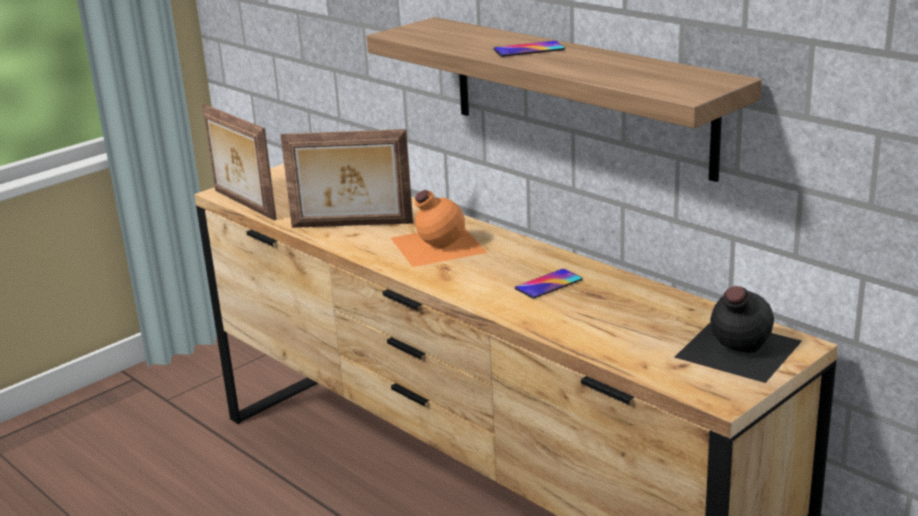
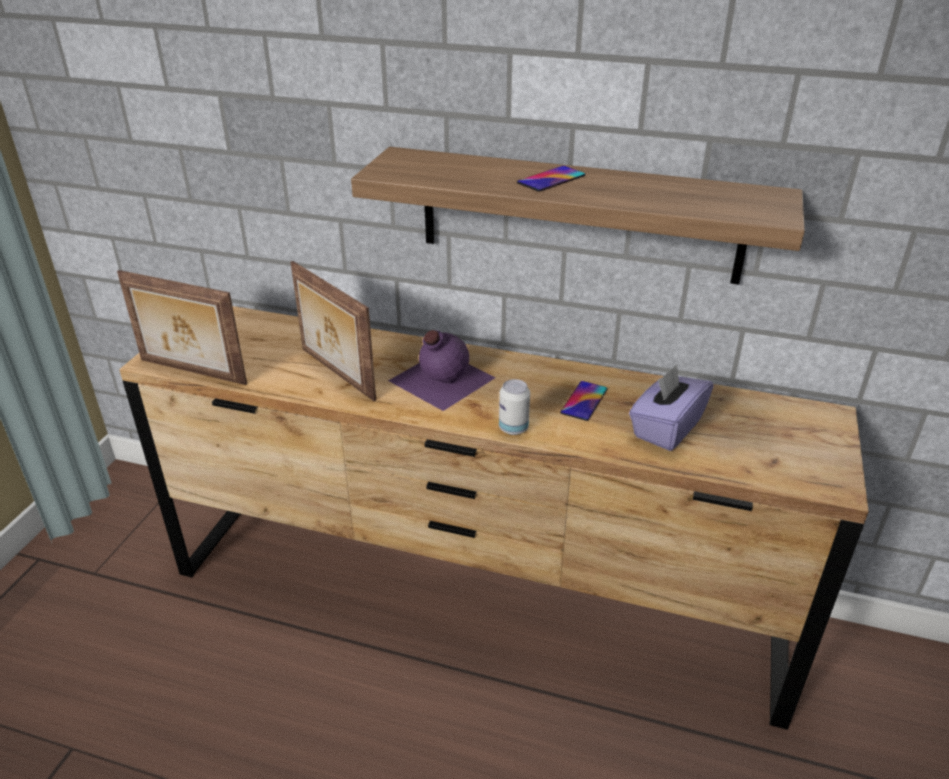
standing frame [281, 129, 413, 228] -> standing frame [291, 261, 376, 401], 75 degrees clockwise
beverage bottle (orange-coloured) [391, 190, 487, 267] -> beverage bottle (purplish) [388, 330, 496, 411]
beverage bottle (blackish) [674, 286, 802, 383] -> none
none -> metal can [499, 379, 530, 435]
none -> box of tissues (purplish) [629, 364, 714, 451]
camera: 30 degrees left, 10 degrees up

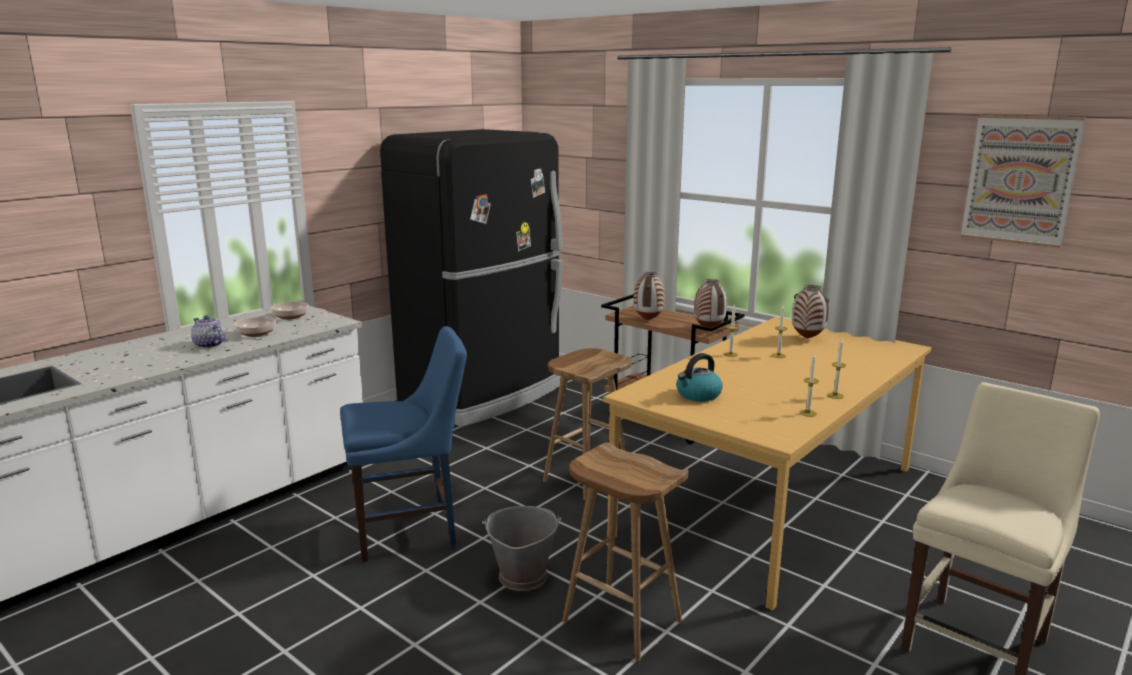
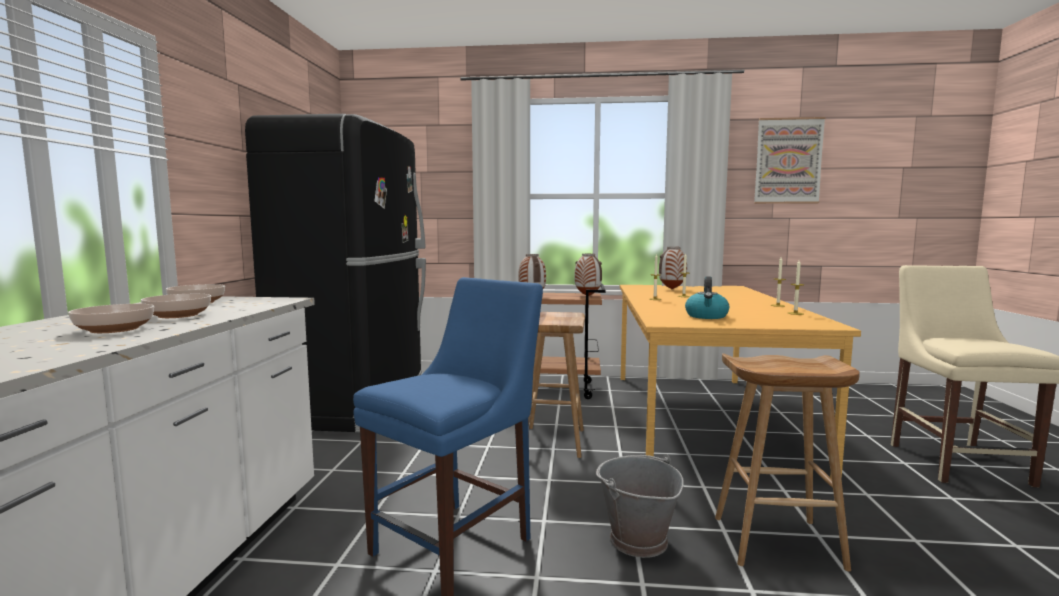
teapot [191, 315, 226, 348] -> deep dish [68, 304, 154, 333]
camera: 35 degrees left, 10 degrees down

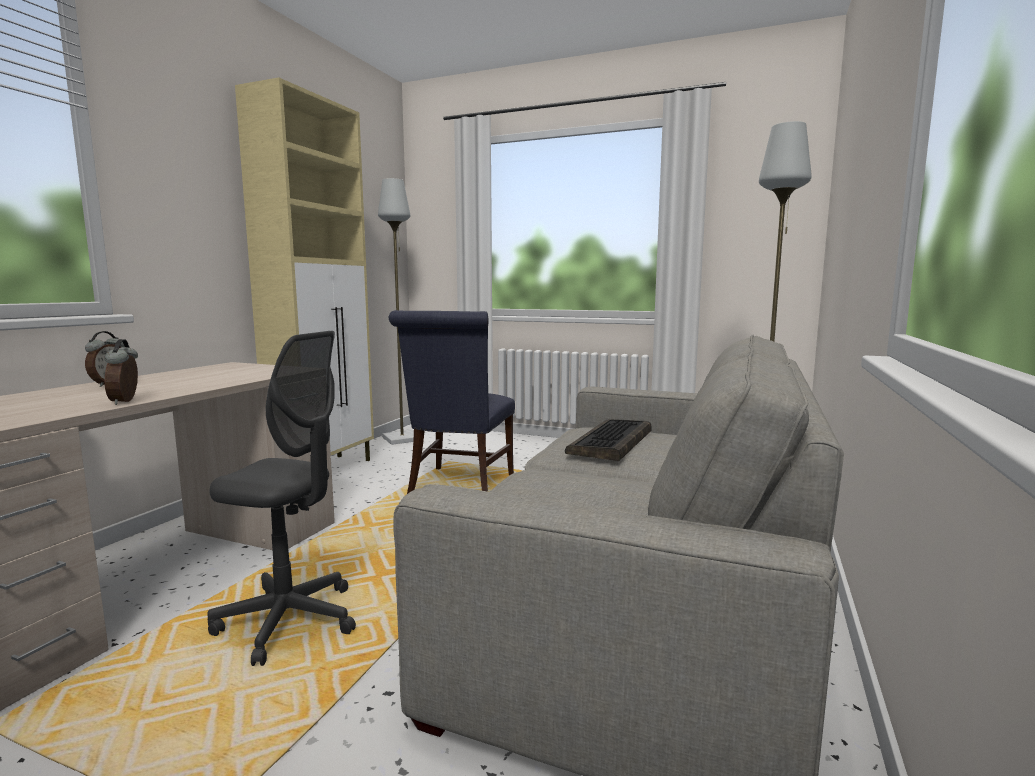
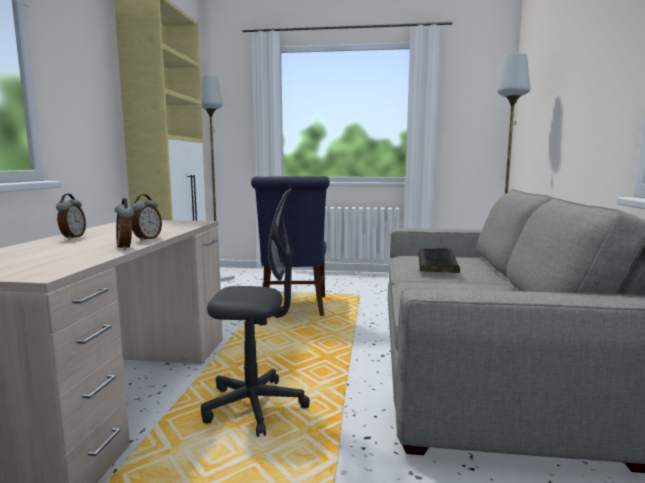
none -> alarm clock [131, 194, 162, 241]
camera: 15 degrees left, 0 degrees up

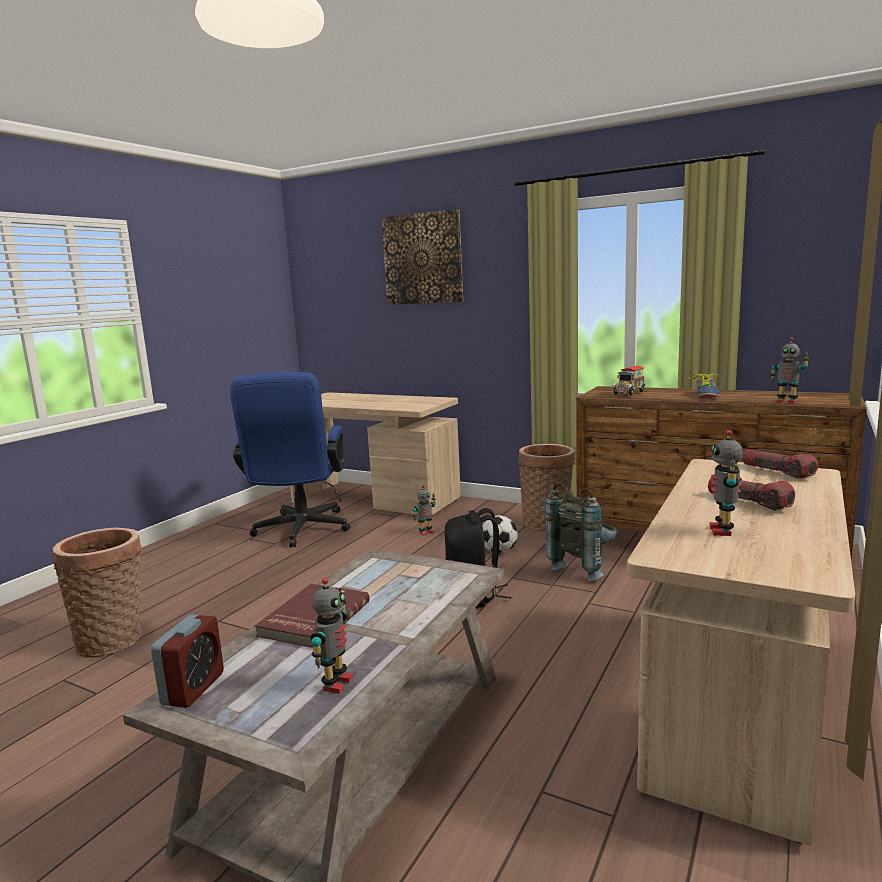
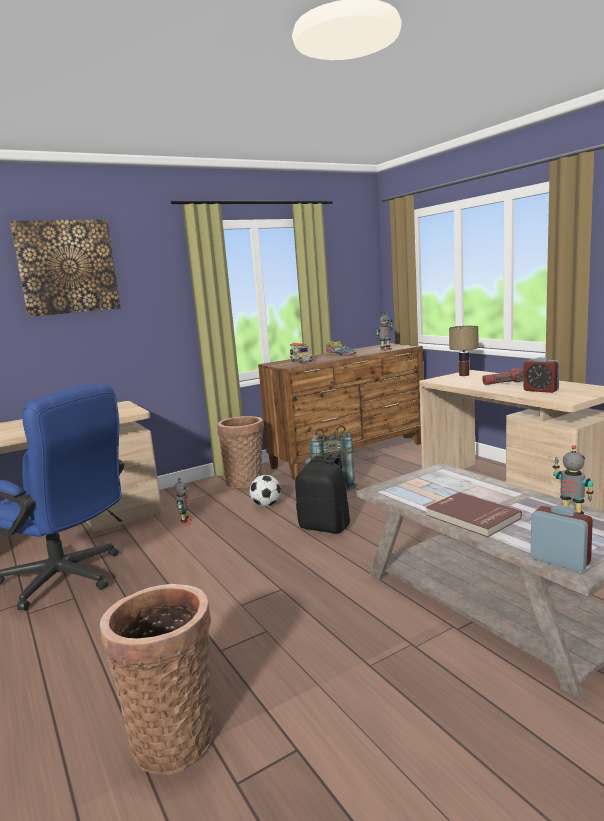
toy robot [709, 430, 743, 536] -> alarm clock [524, 357, 560, 393]
hand torch [742, 449, 818, 479] -> tabletop lamp [449, 326, 478, 376]
camera: 60 degrees left, 0 degrees up

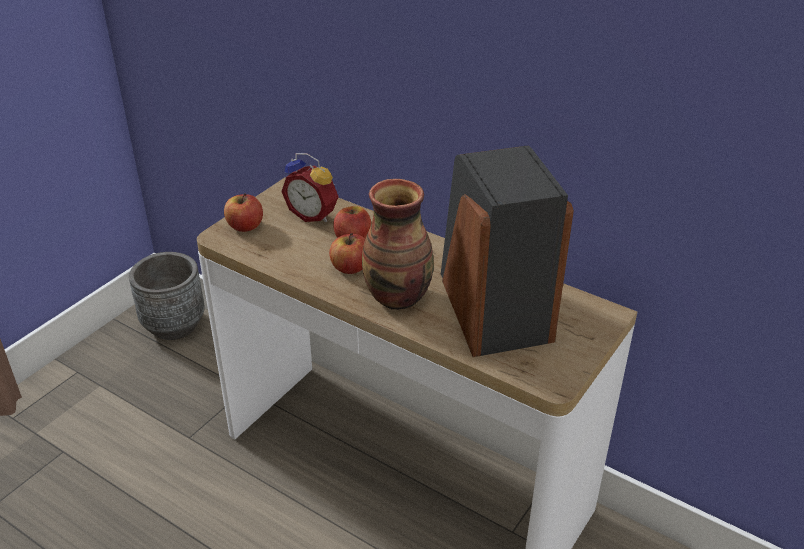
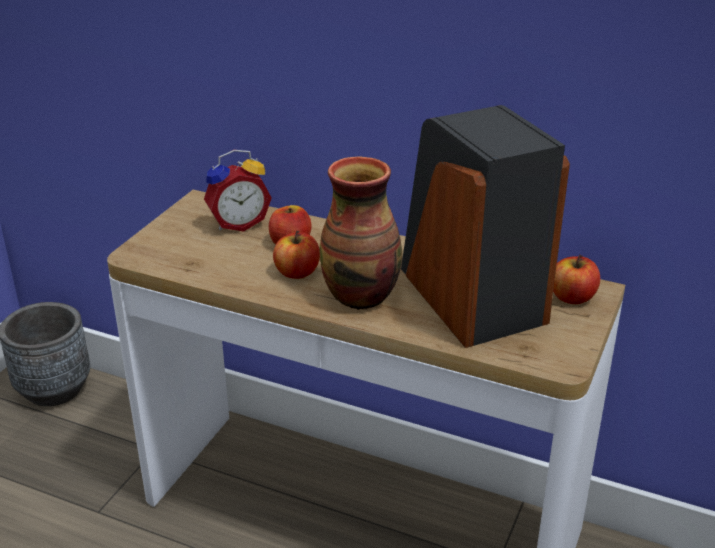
apple [224, 193, 263, 232] -> apple [553, 255, 600, 304], relocated
alarm clock [281, 153, 339, 222] -> alarm clock [204, 150, 272, 232], 45 degrees counterclockwise
camera: 10 degrees left, 5 degrees down

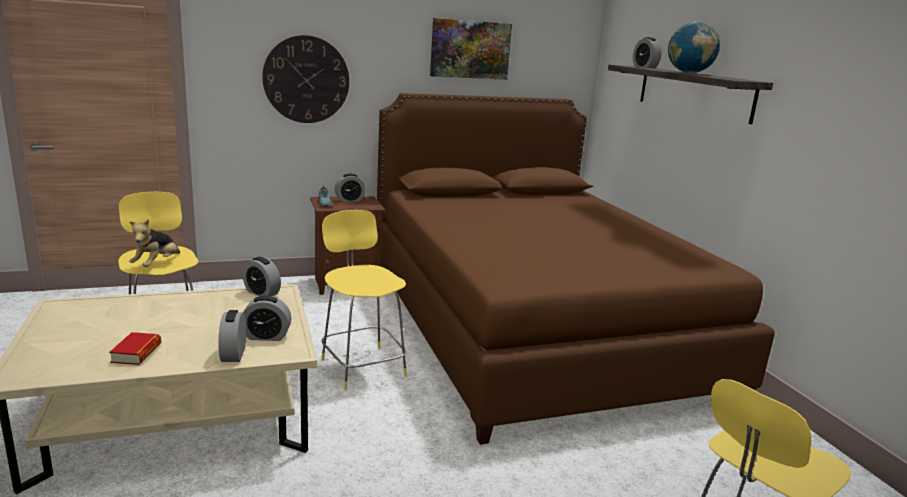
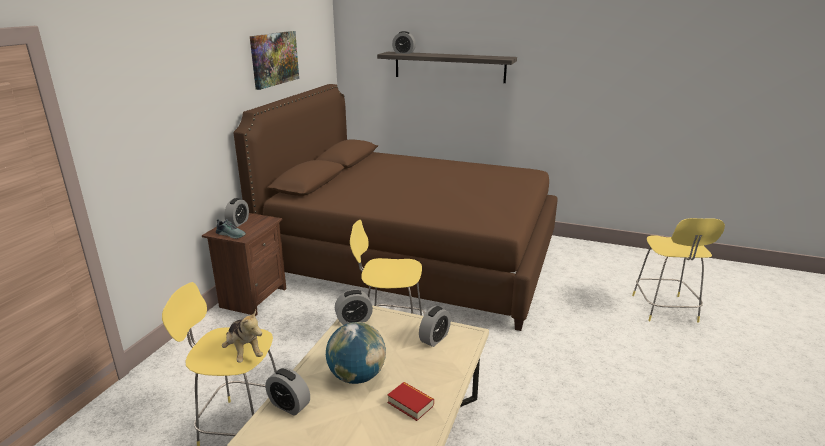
alarm clock [218, 310, 246, 362] -> alarm clock [265, 368, 310, 416], relocated
wall clock [262, 35, 349, 123] -> none
desk globe [668, 22, 720, 73] -> desk globe [326, 322, 386, 384], relocated
camera: 50 degrees left, 5 degrees up

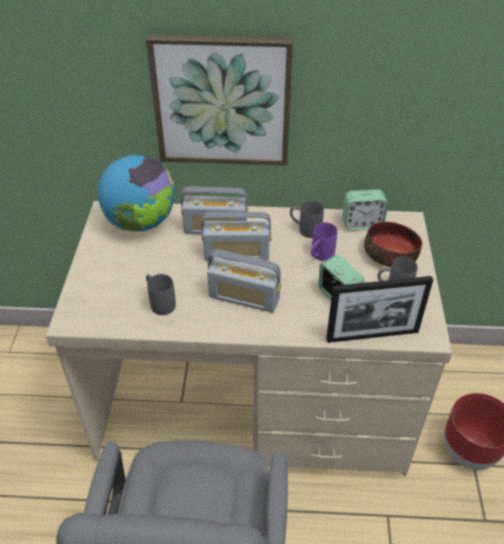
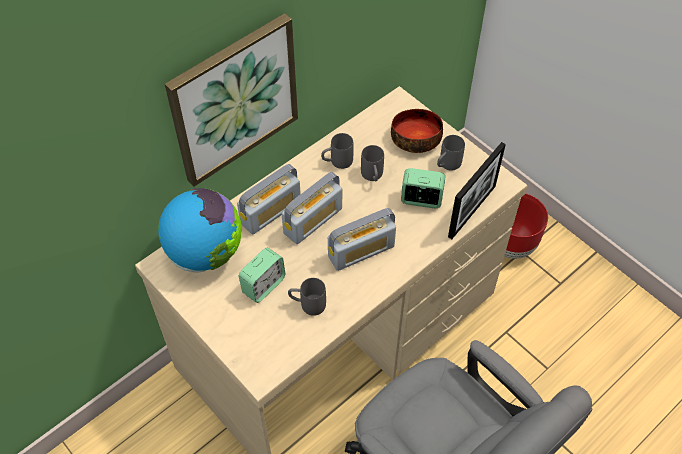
mug (purplish) [311, 222, 337, 261] -> mug (gray) [361, 145, 384, 182]
alarm clock [342, 189, 388, 231] -> alarm clock [239, 248, 285, 303], relocated
camera: 45 degrees left, 10 degrees up

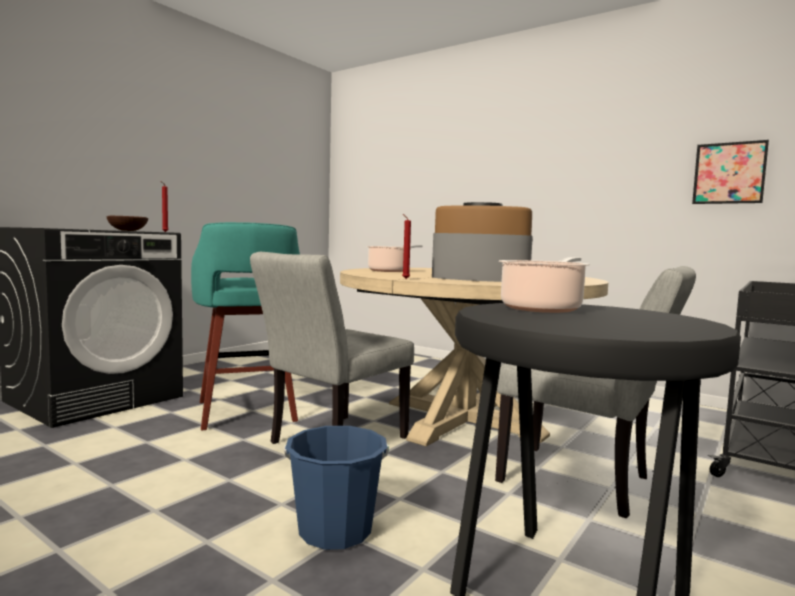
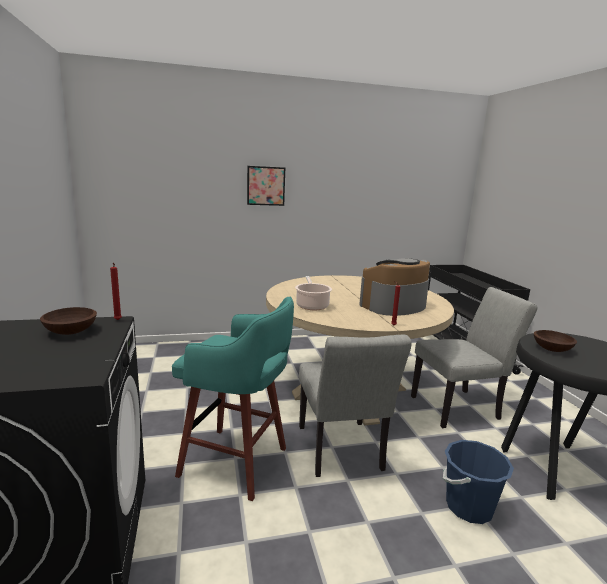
saucepot [499, 257, 590, 313] -> deep dish (brown-coloured) [534, 330, 577, 352]
wall picture [692, 140, 769, 204] -> wall picture [247, 166, 285, 206], relocated
camera: 50 degrees left, 10 degrees up

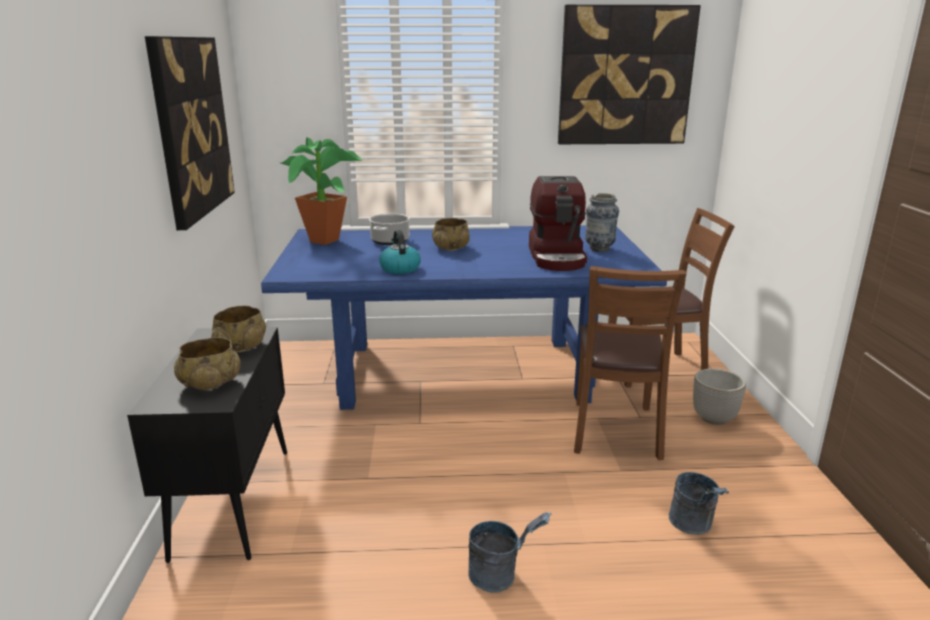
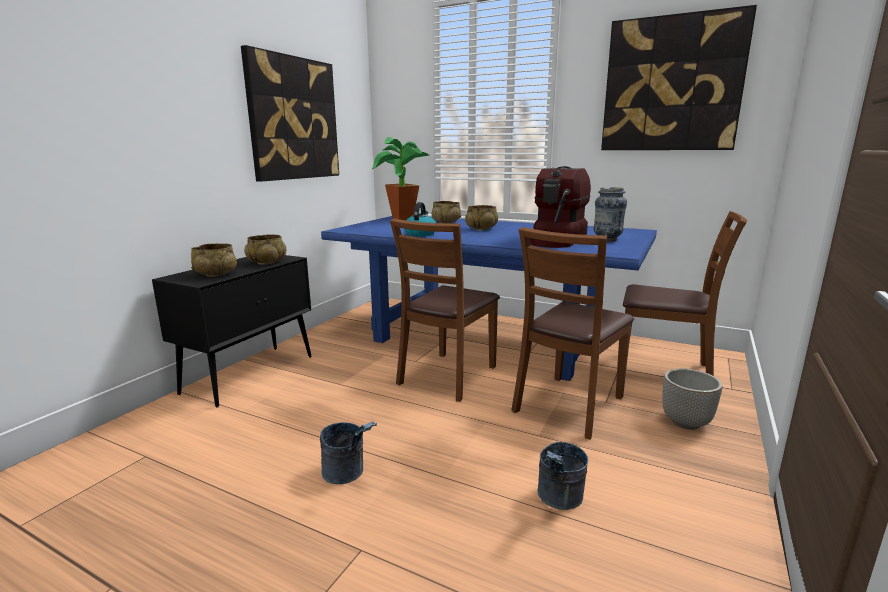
saucepot [369, 214, 410, 245] -> deep dish (sand-coloured) [432, 201, 461, 223]
none -> plain chair (brown-coloured) [390, 218, 500, 402]
camera: 30 degrees right, 5 degrees down

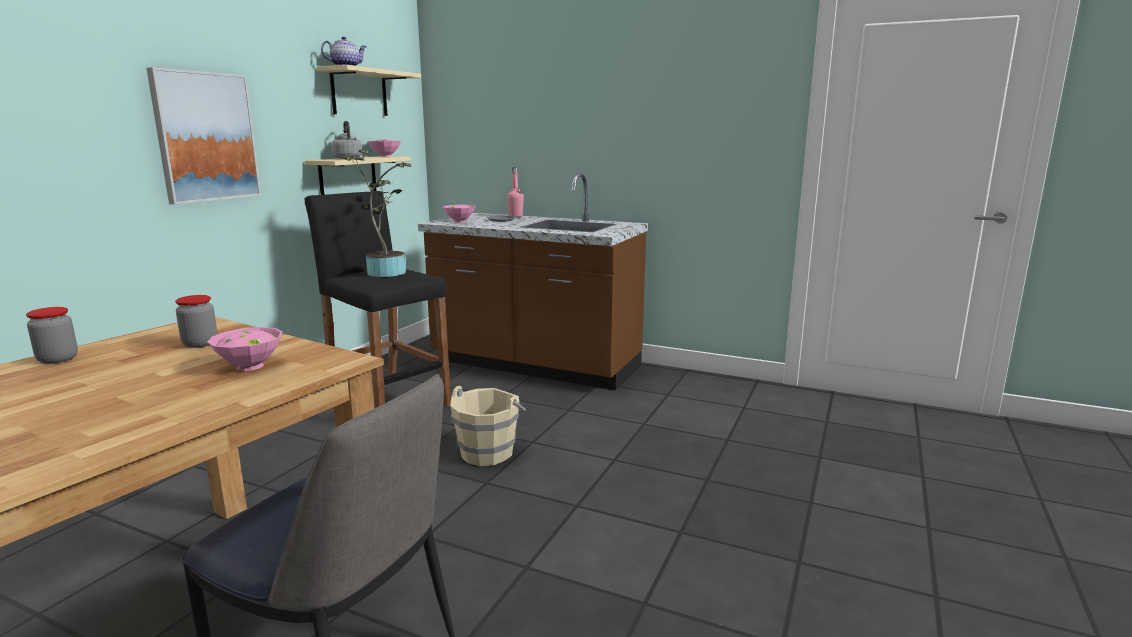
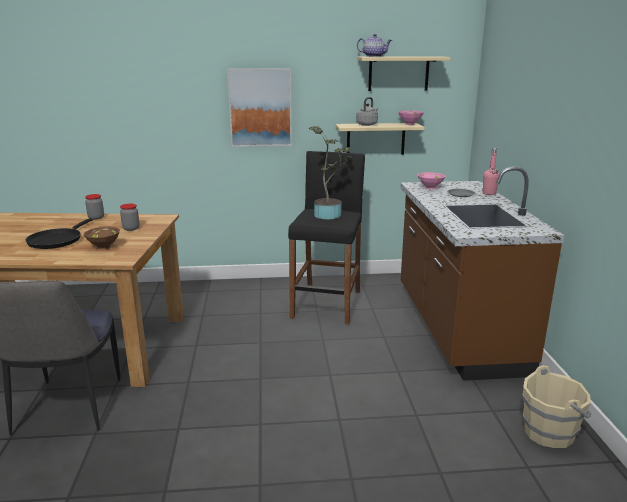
deep dish (pink-coloured) [208, 327, 283, 371] -> deep dish (brown-coloured) [84, 227, 120, 249]
bucket (sand-coloured) [450, 386, 526, 466] -> bucket (sand-coloured) [523, 365, 591, 448], relocated
none -> frying pan (blackish) [25, 218, 93, 249]
camera: 60 degrees right, 5 degrees up

